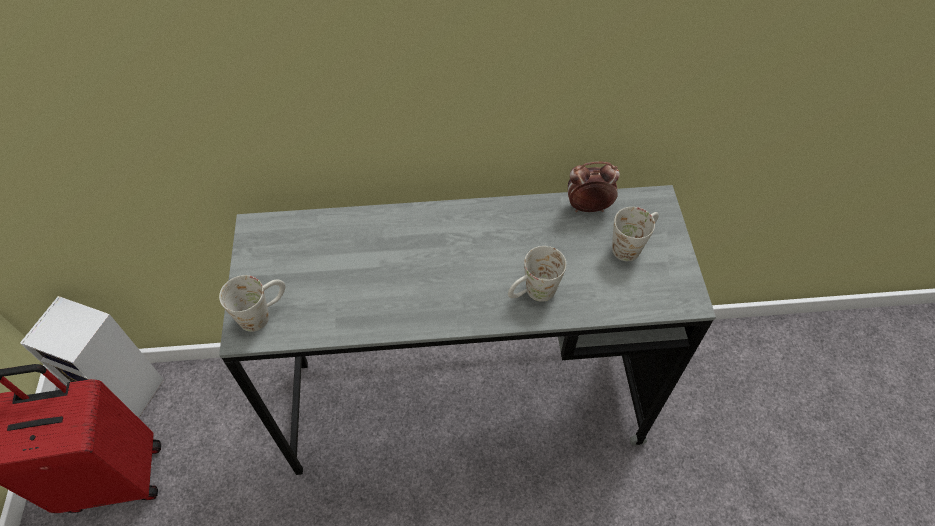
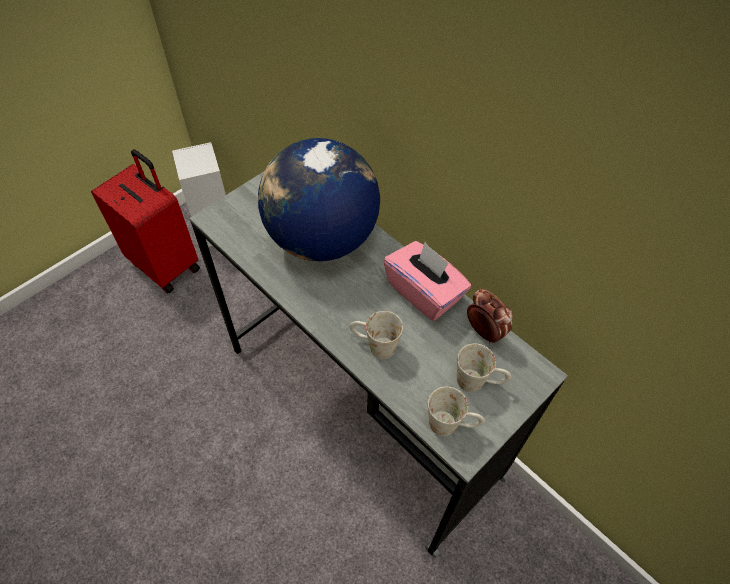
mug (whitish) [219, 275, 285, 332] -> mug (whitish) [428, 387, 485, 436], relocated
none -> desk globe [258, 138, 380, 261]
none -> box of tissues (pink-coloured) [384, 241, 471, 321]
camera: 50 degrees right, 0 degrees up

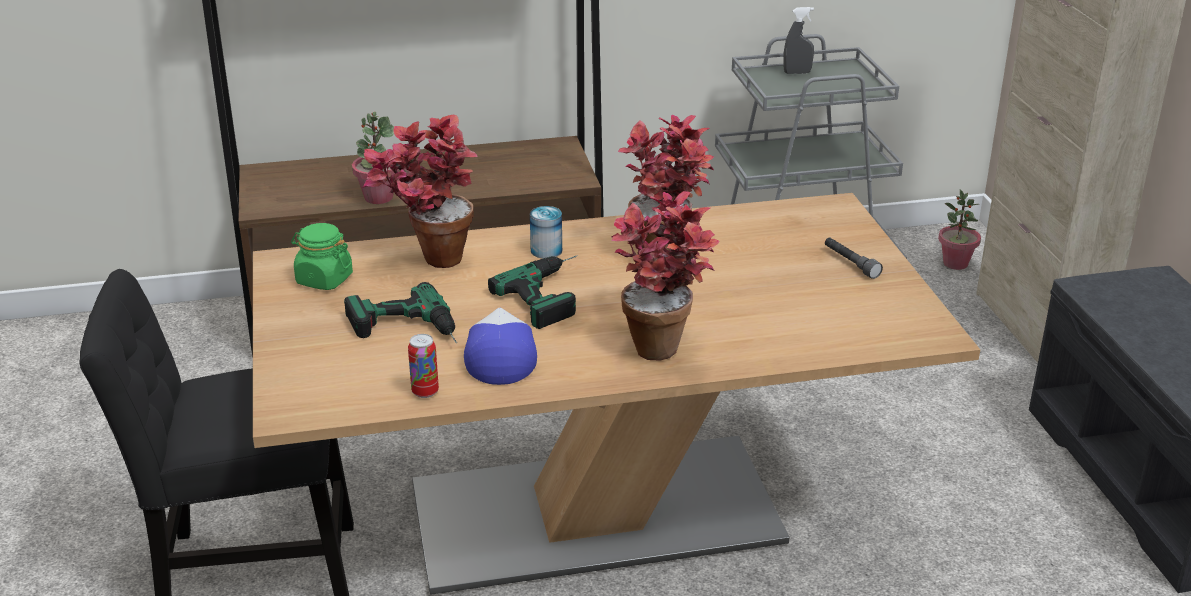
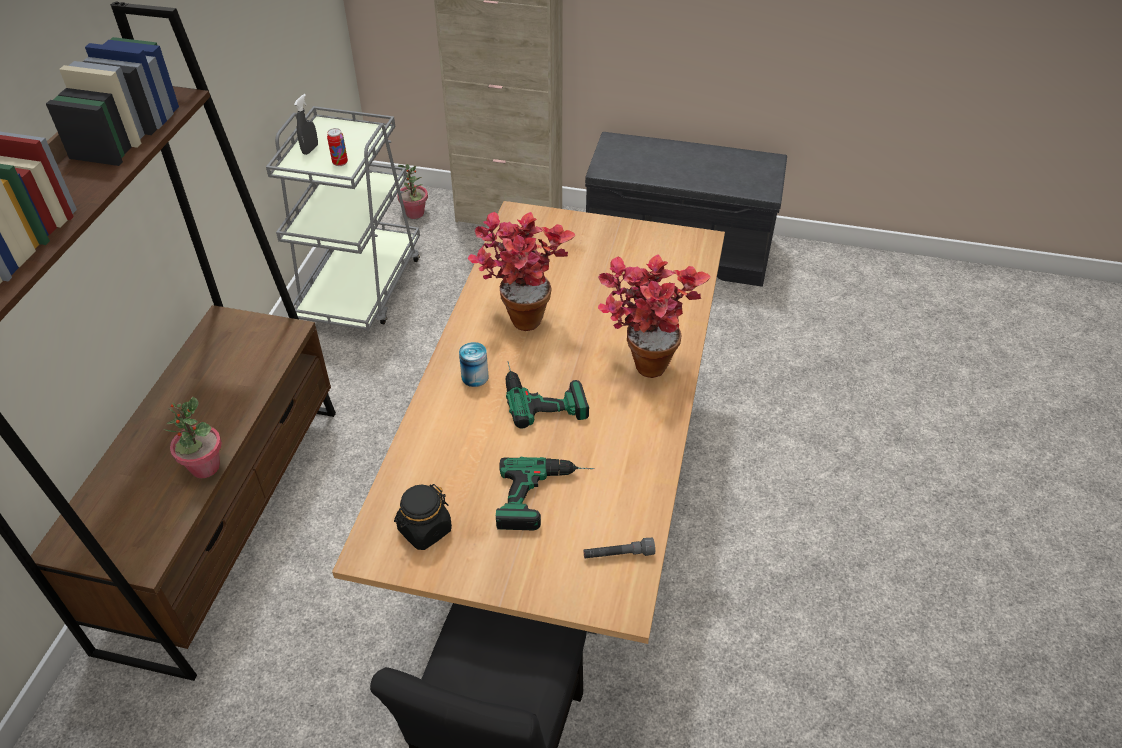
storage jar (green-coloured) [291, 223, 353, 290] -> storage jar (blackish) [394, 484, 452, 550]
houseplant [362, 115, 478, 268] -> none
metal can [408, 334, 439, 398] -> metal can [327, 128, 348, 166], relocated
baseball cap [464, 308, 537, 385] -> none
hand torch (gray) [825, 237, 883, 279] -> hand torch (gray) [583, 538, 655, 558], relocated
camera: 65 degrees left, 15 degrees up

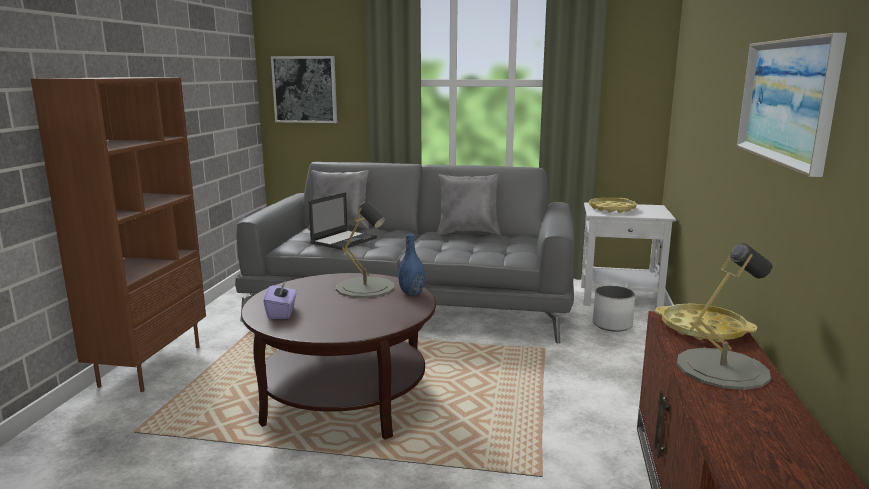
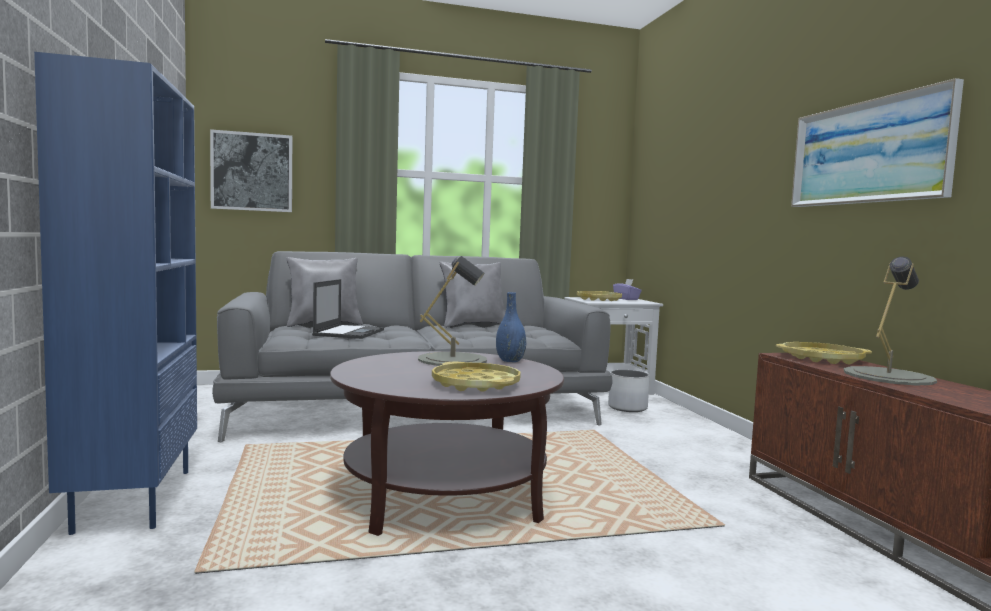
bookcase (brown-coloured) [31, 77, 206, 392] -> bookcase (blue-coloured) [34, 52, 197, 535]
box of tissues (purplish) [263, 280, 297, 319] -> box of tissues (purplish) [613, 279, 642, 300], relocated
none -> tray (yellow-coloured) [432, 362, 521, 392]
camera: 25 degrees left, 10 degrees down

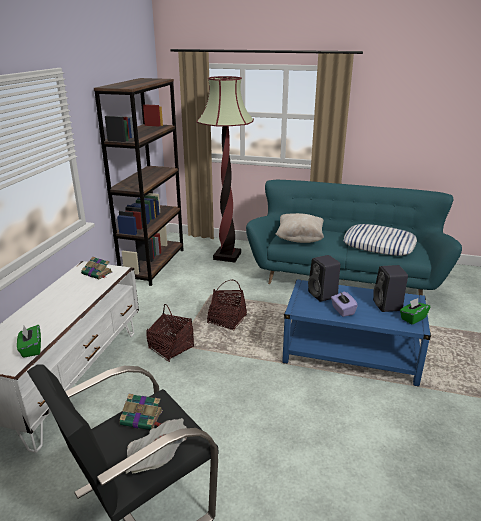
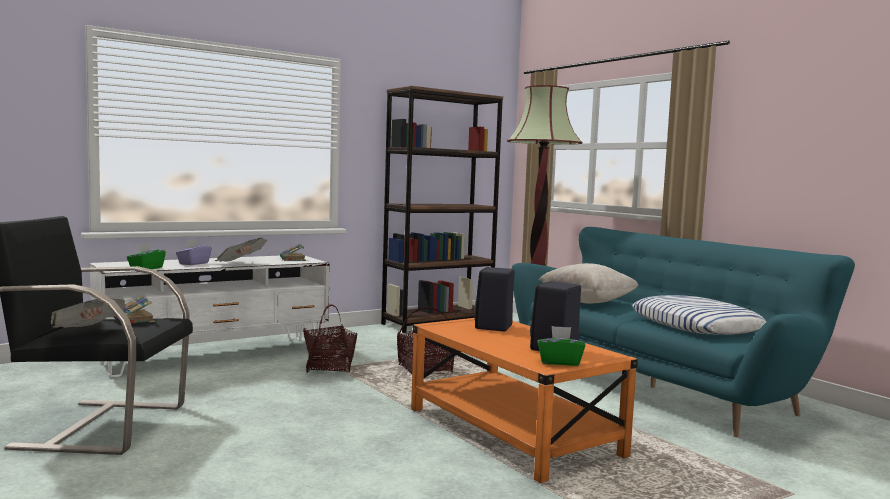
coffee table (blue-coloured) [282, 279, 431, 386] -> coffee table (orange-coloured) [411, 318, 638, 483]
box of tissues (purplish) [331, 292, 358, 317] -> box of tissues (purplish) [176, 239, 212, 265], relocated
none -> printed paper [215, 237, 267, 262]
camera: 40 degrees right, 20 degrees down

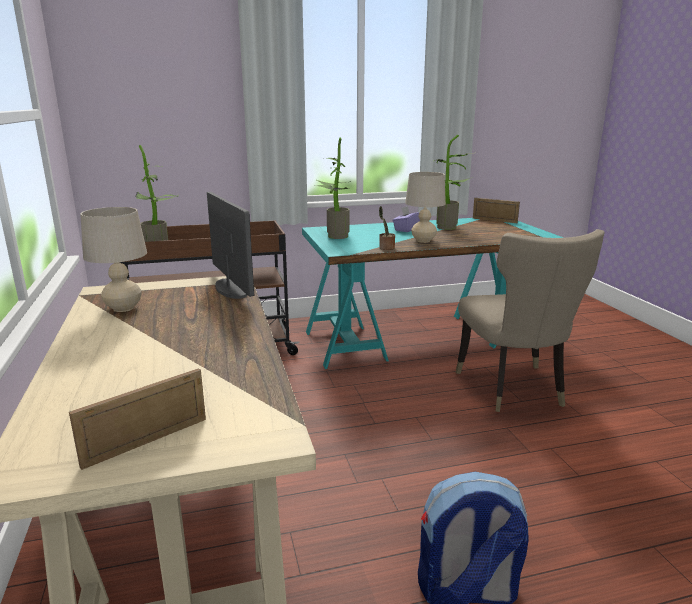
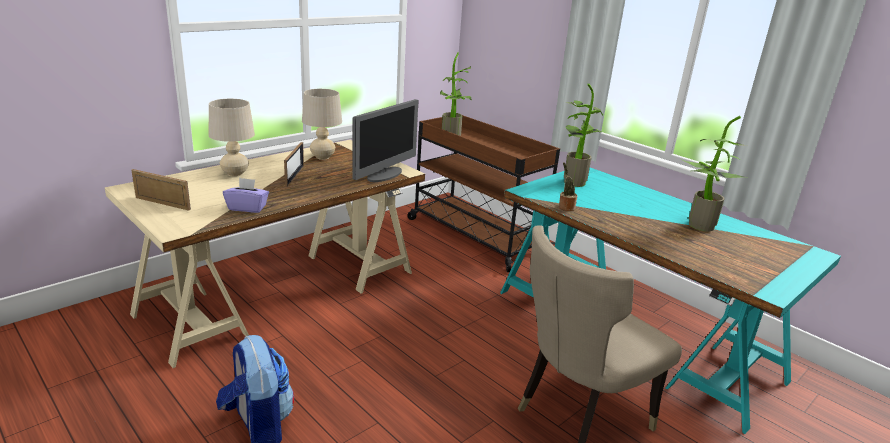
box of tissues (purplish) [392, 206, 420, 232] -> box of tissues (purplish) [223, 178, 269, 213], relocated
tabletop lamp (sand-coloured) [405, 172, 446, 243] -> tabletop lamp (sand-coloured) [209, 99, 255, 177], relocated
standing frame [473, 198, 520, 223] -> standing frame [284, 142, 304, 187], relocated
camera: 60 degrees right, 5 degrees up

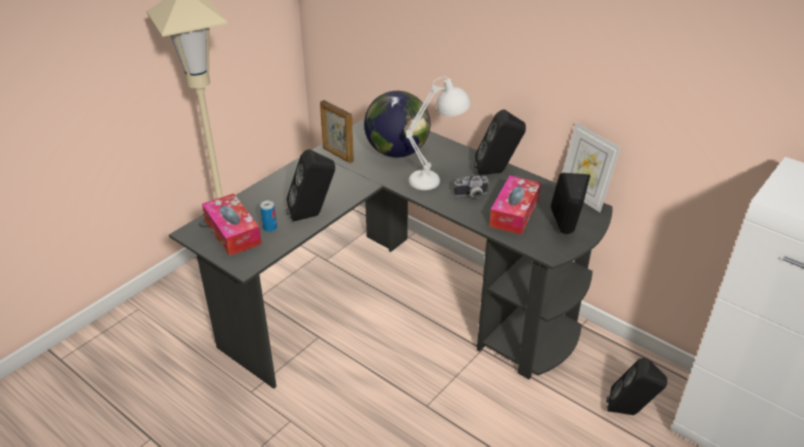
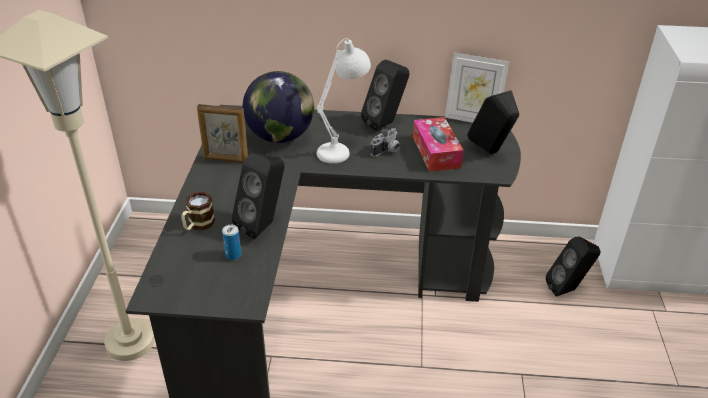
box of tissues [202, 193, 262, 256] -> none
none -> mug [181, 191, 215, 230]
camera: 35 degrees left, 0 degrees up

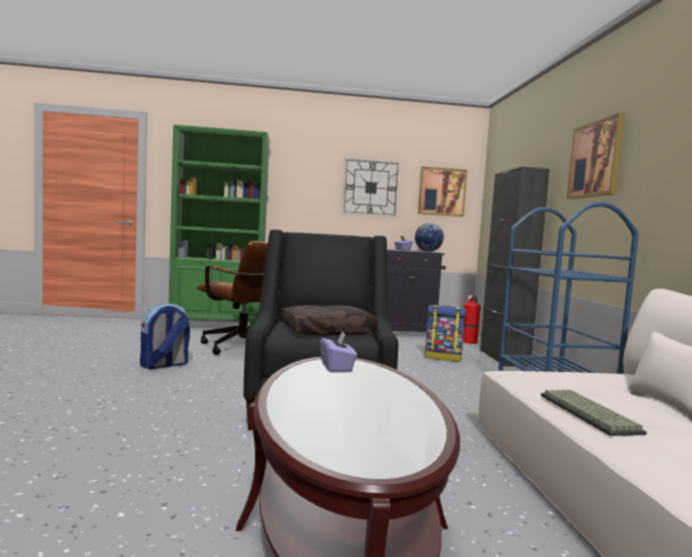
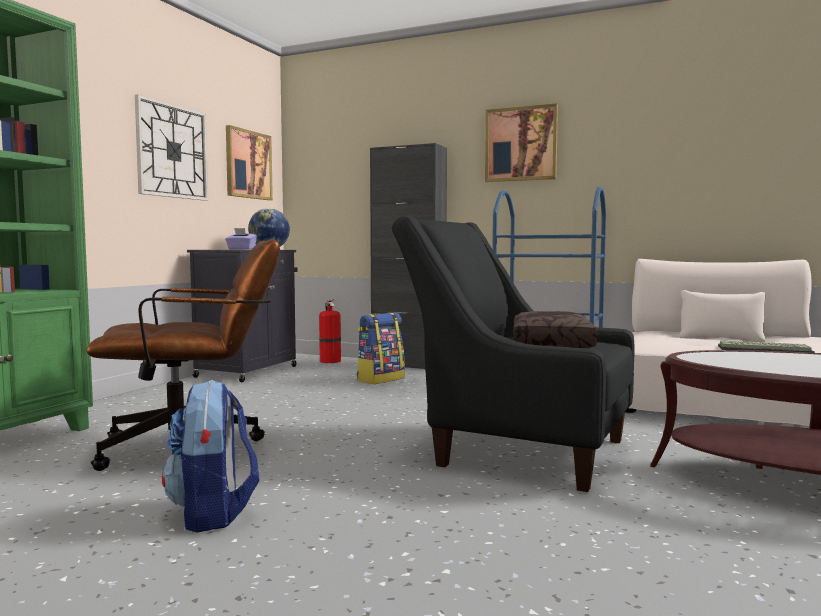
box of tissues (purplish) [320, 332, 357, 372] -> none
camera: 60 degrees left, 0 degrees up

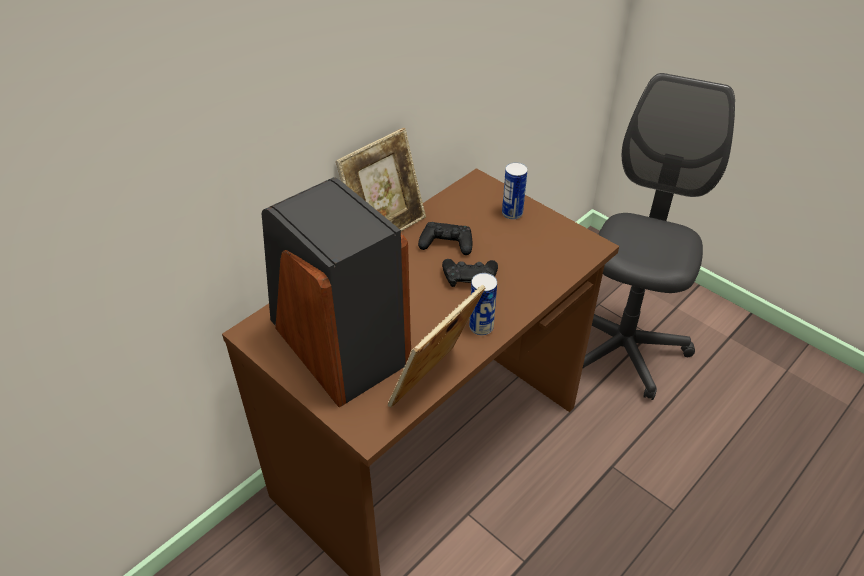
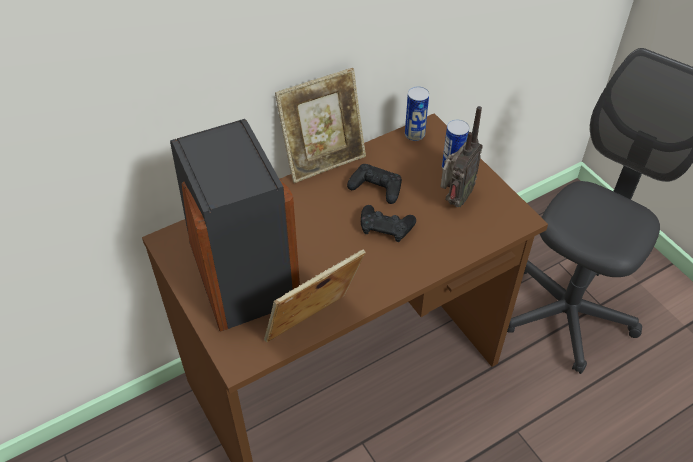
metal can [469, 273, 497, 335] -> metal can [405, 86, 429, 141], relocated
none -> radio receiver [441, 106, 483, 207]
camera: 15 degrees right, 5 degrees up

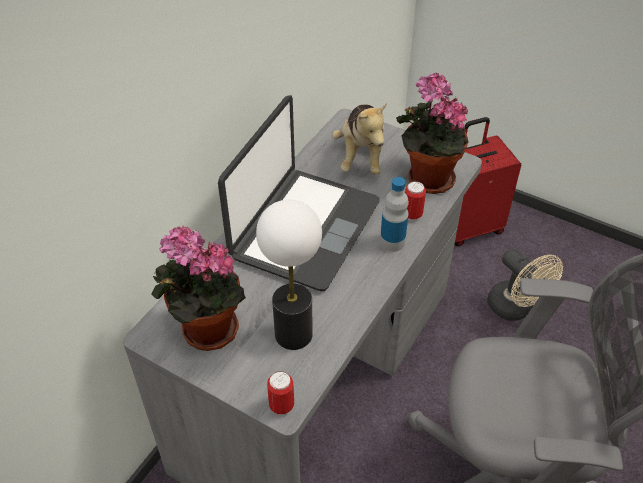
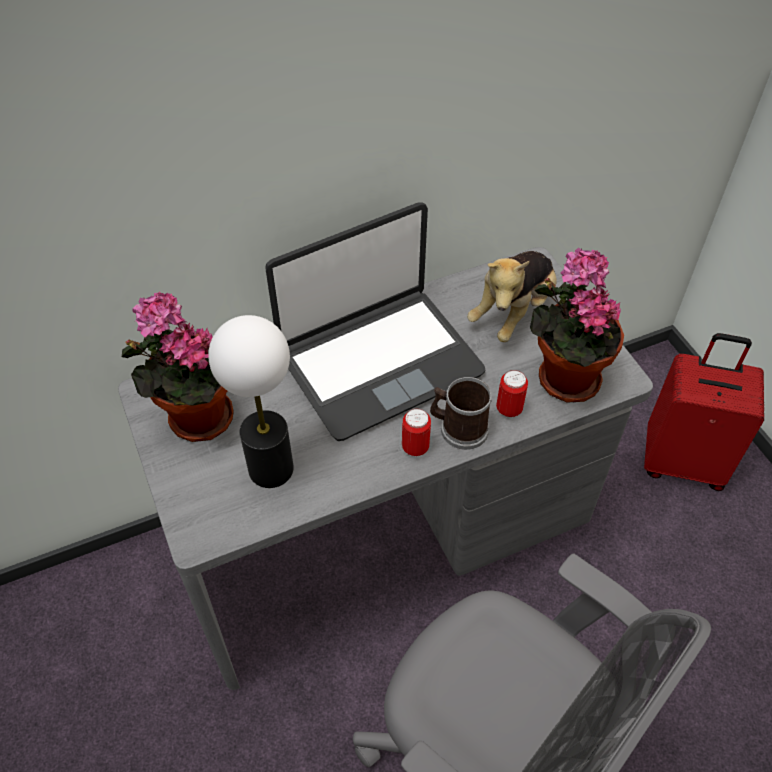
metal can [267, 371, 294, 415] -> metal can [402, 408, 431, 457], relocated
beverage bottle [380, 177, 409, 252] -> mug [430, 377, 492, 450]
fan (sand-coloured) [487, 249, 563, 321] -> none
camera: 35 degrees right, 5 degrees up

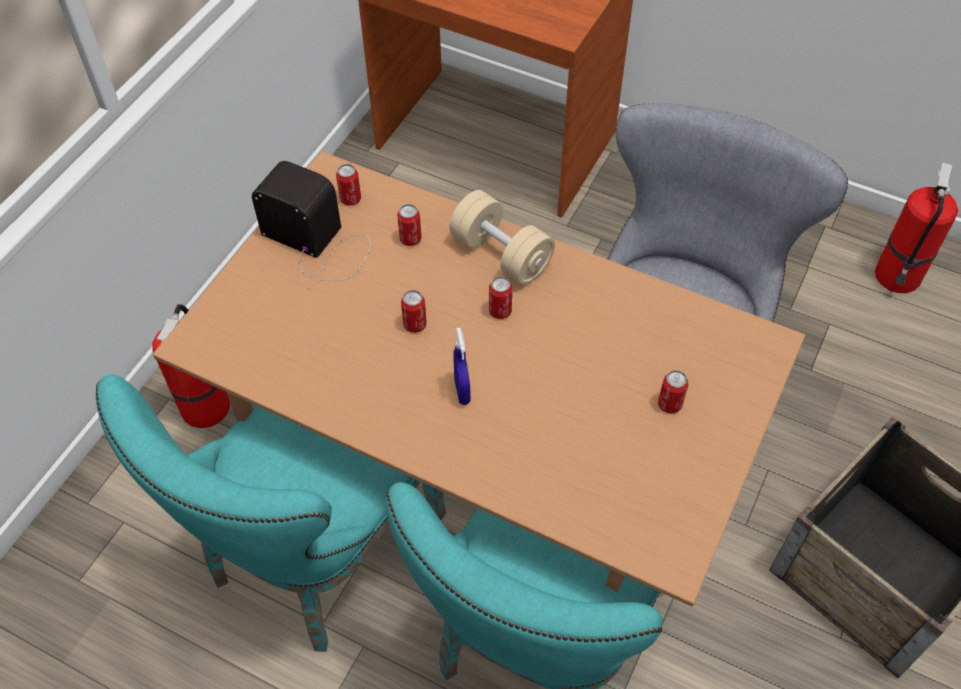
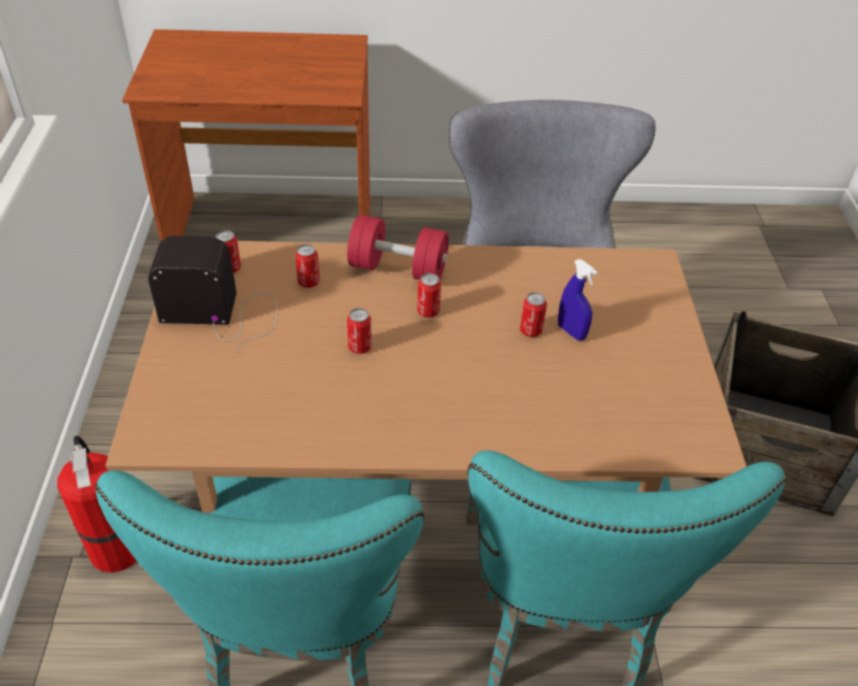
dumbbell (sand-coloured) [449, 190, 555, 285] -> dumbbell (reddish) [347, 215, 449, 280]
sprayer (blue-coloured) [453, 328, 471, 405] -> sprayer (blue-coloured) [558, 259, 598, 341], relocated
metal can [658, 370, 688, 413] -> metal can [520, 292, 547, 337], relocated
fire extinguisher [875, 163, 958, 293] -> none
camera: 30 degrees left, 10 degrees down

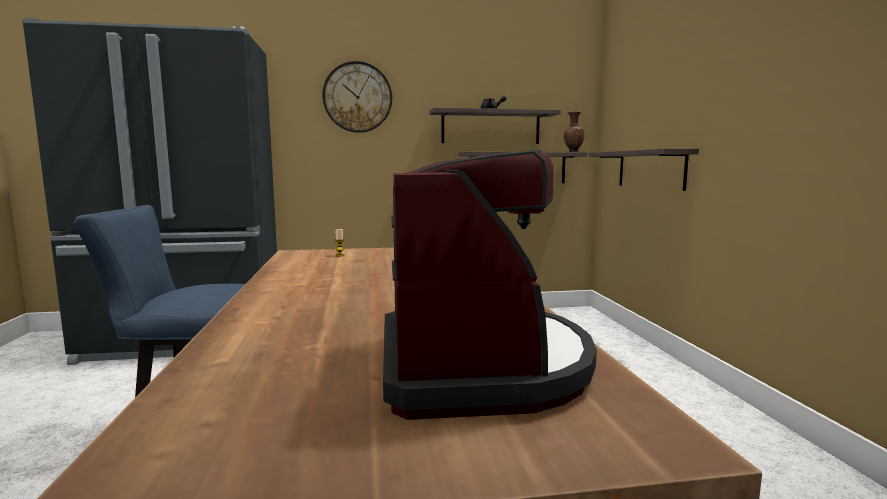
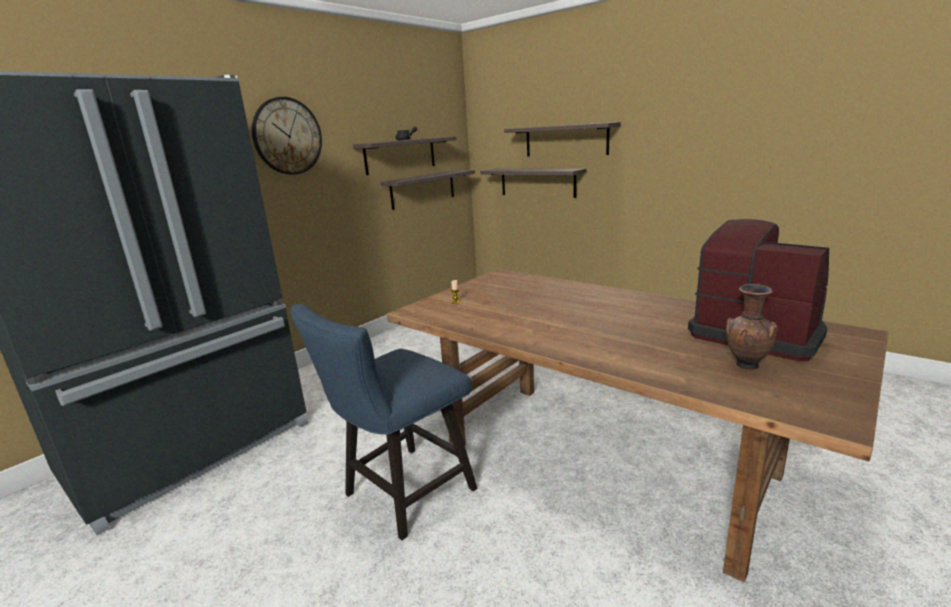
vase (brown-coloured) [564, 111, 585, 152] -> vase (brown-coloured) [726, 284, 778, 370], relocated
none -> shelf [504, 122, 621, 156]
camera: 40 degrees left, 10 degrees up

